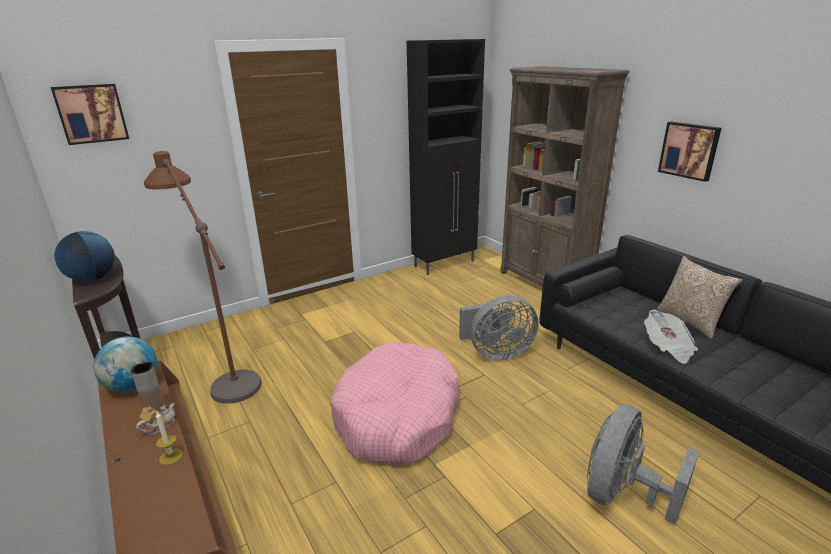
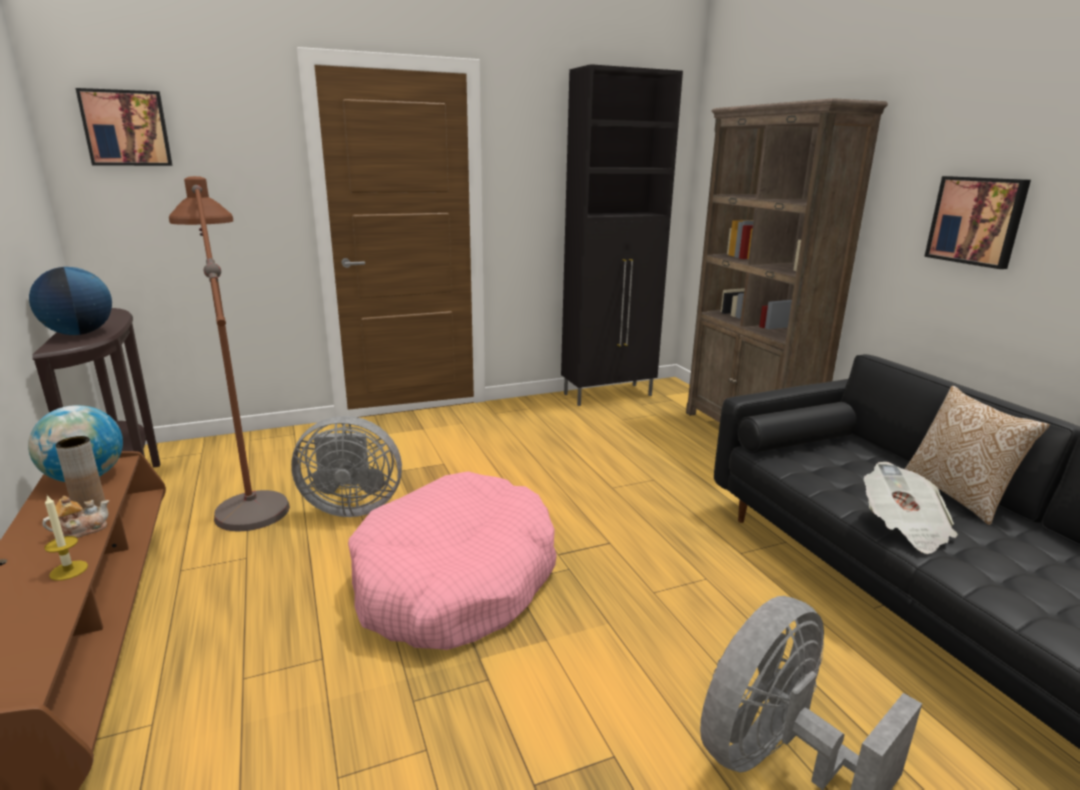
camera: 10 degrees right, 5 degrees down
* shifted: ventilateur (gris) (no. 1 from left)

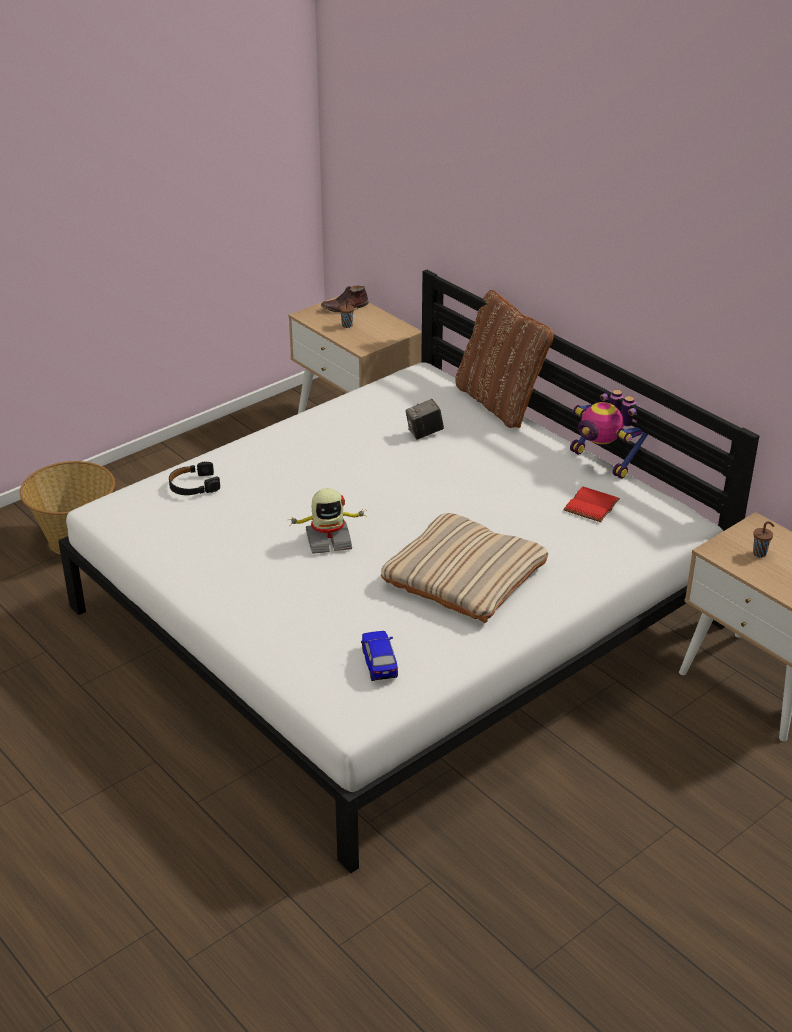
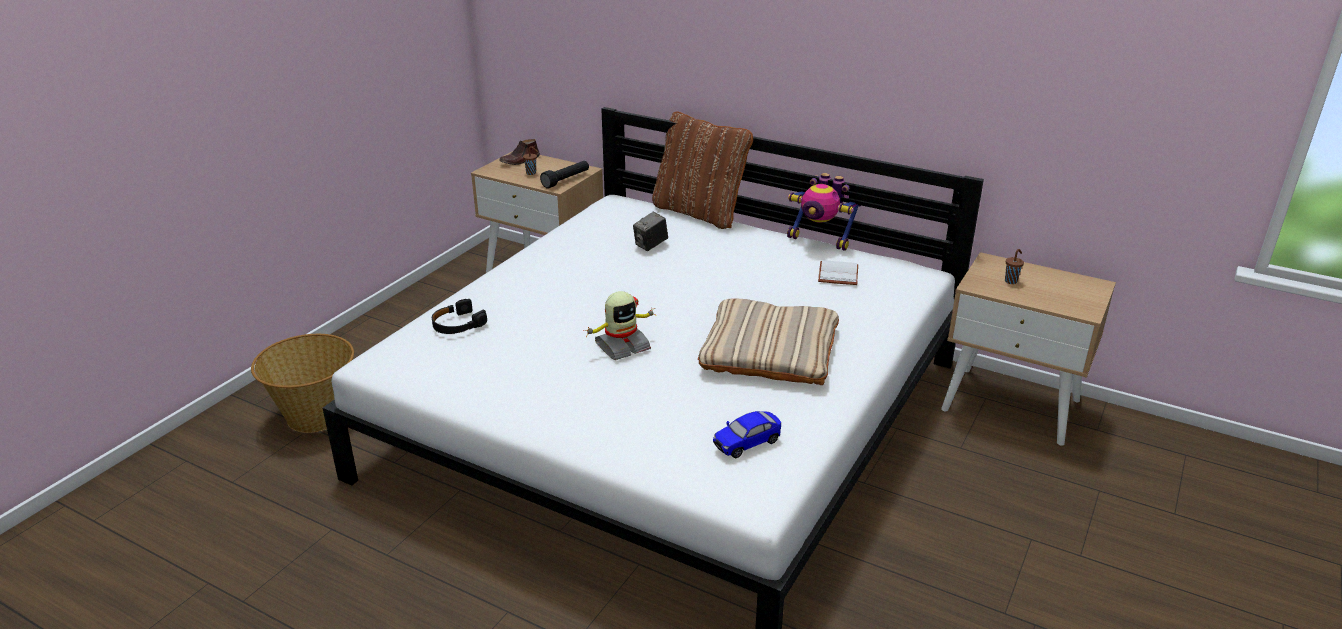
camera: 20 degrees left, 5 degrees down
* new: lampe de poche (noir)
* repainted: livre (rouge) to livre (blanc)
* rotated: petite voiture 90 degrees counterclockwise

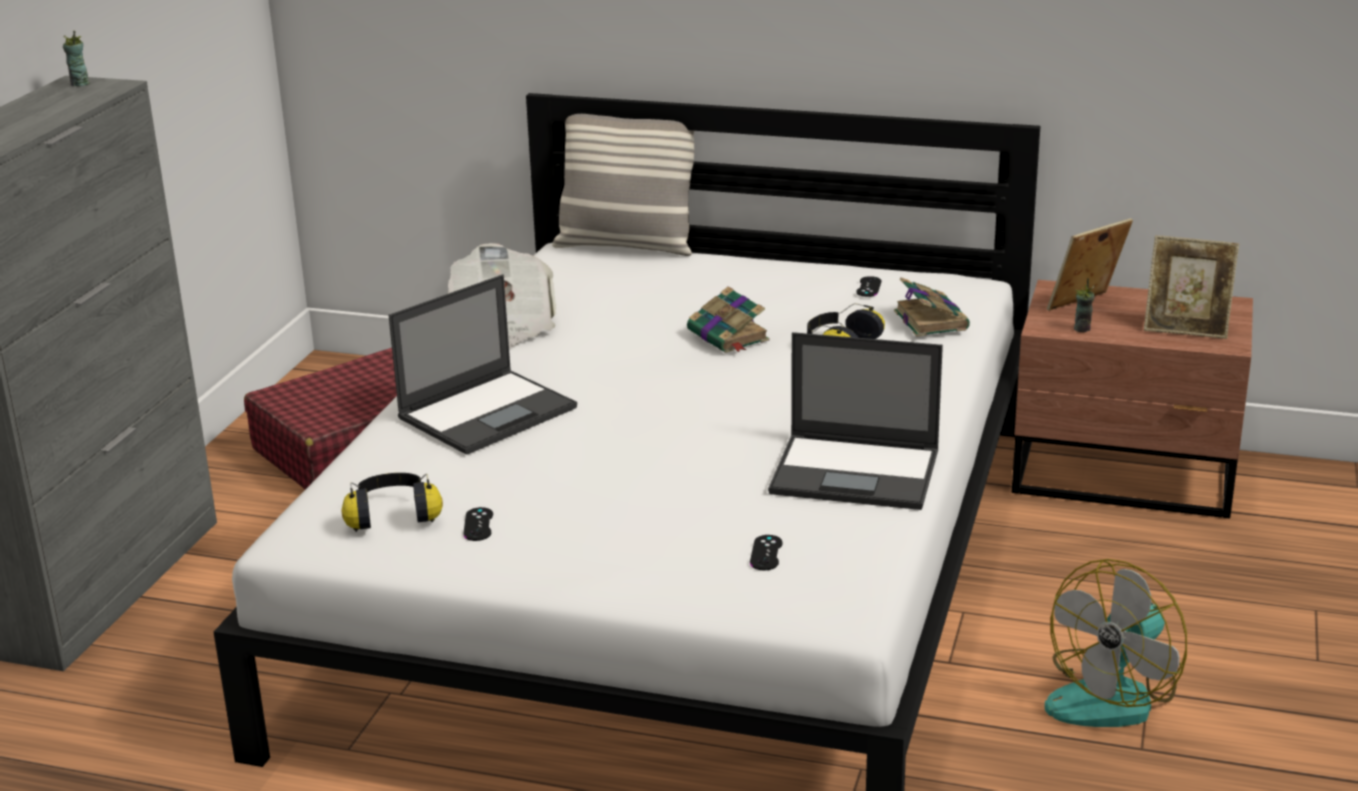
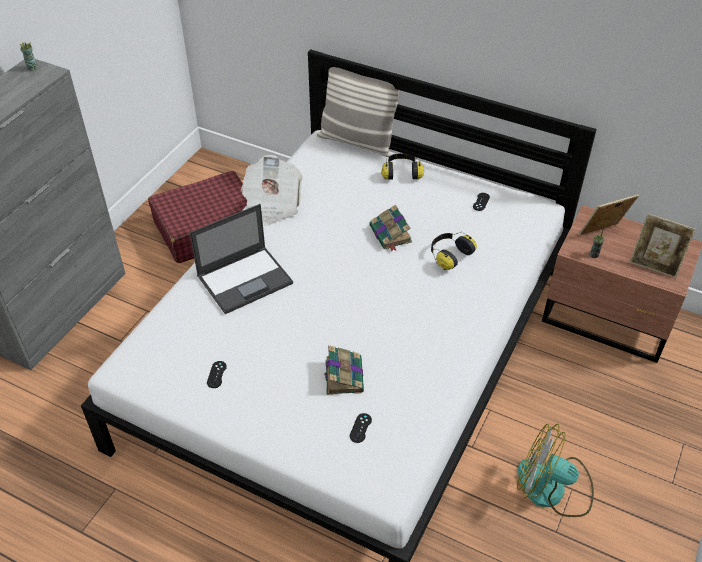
camera: 10 degrees right, 20 degrees up
* gone: ordinateur portable (no. 2 from left)
* shifted: casque audio (no. 1 from left)
* shifted: livre (no. 2 from left in the first image) to livre (no. 1 from left)
* rotated: ventilateur 60 degrees clockwise

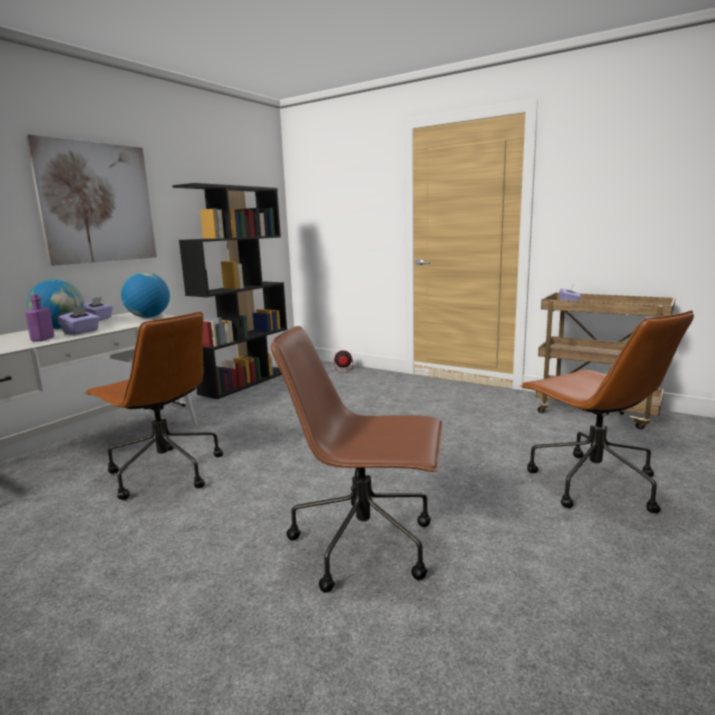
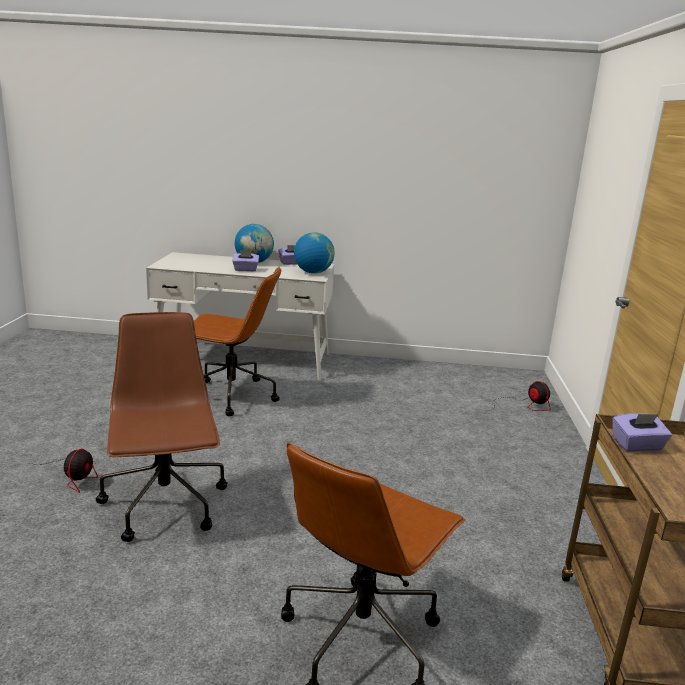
camera: 60 degrees right, 5 degrees up
* gone: tableau
* gone: bouteille (violet)
* gone: bibliothèque (noir)
* new: ventilateur (no. 1 from left)
* rotated: chaise de bureau (marron) (no. 1 from left in the first image) 90 degrees counterclockwise

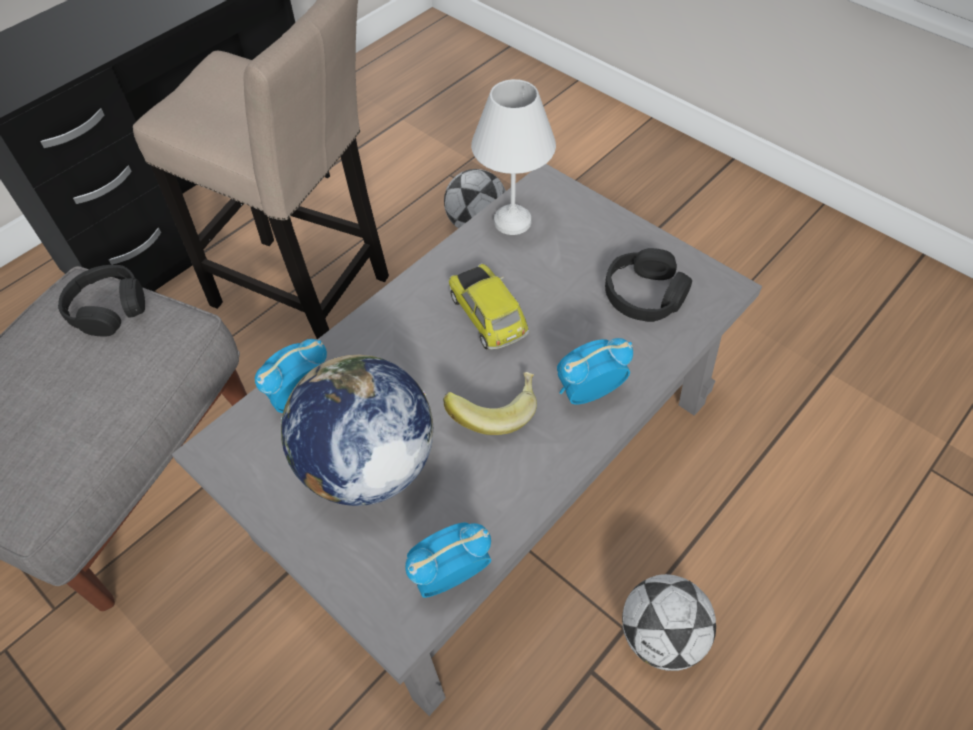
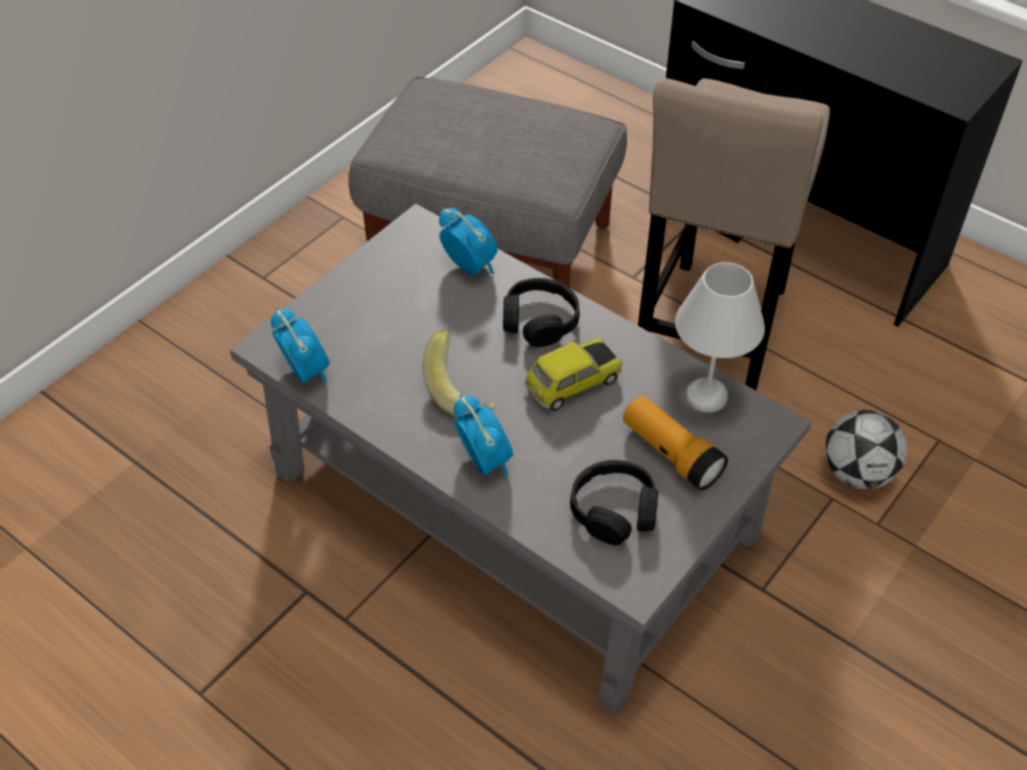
camera: 85 degrees right, 5 degrees down
* gone: globe
* gone: ballon de foot (no. 2 from left)
* new: lampe de poche
* shifted: casque audio (noir) (no. 1 from left)

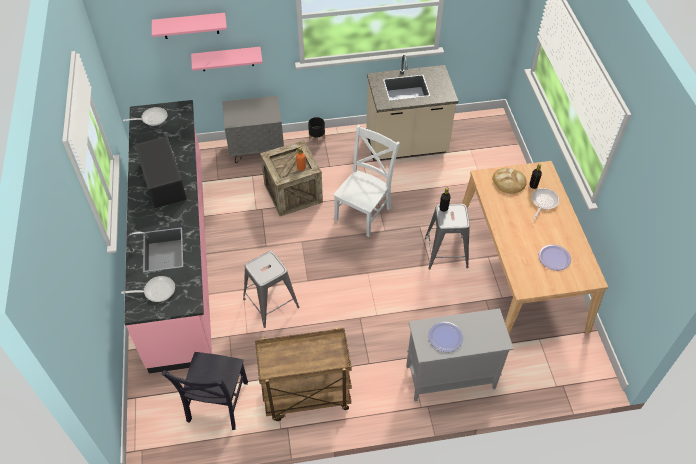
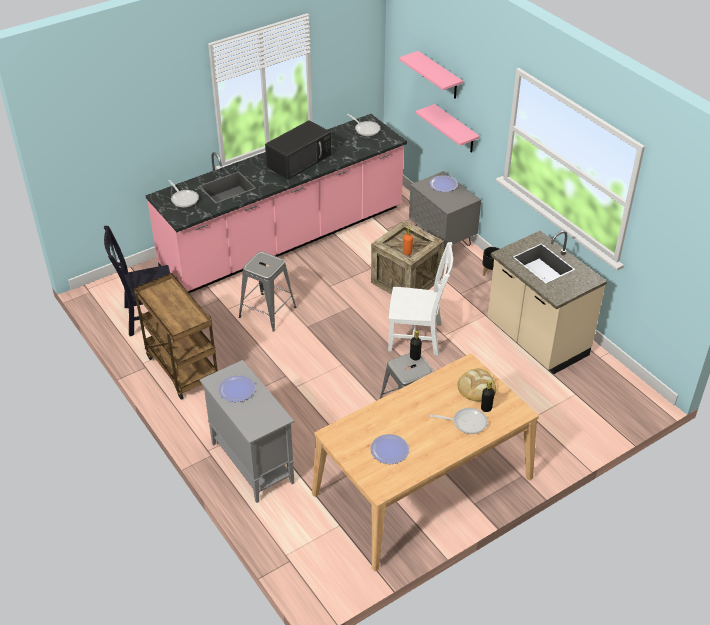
camera: 65 degrees right, 10 degrees down
* new: assiette (no. 3 from left)

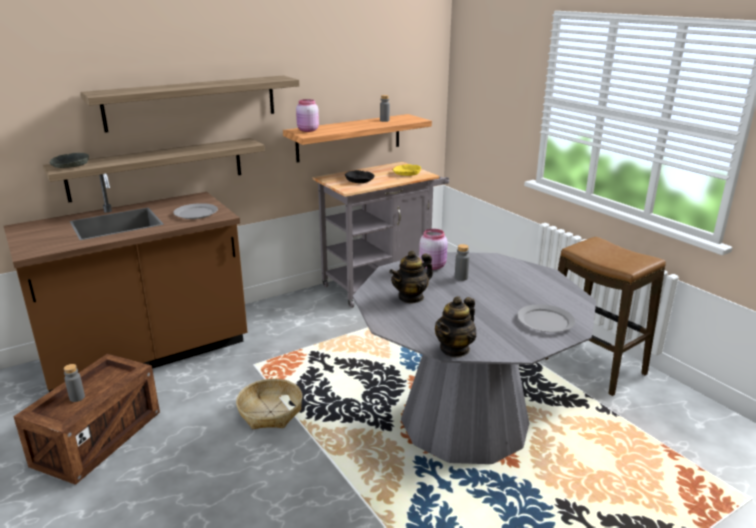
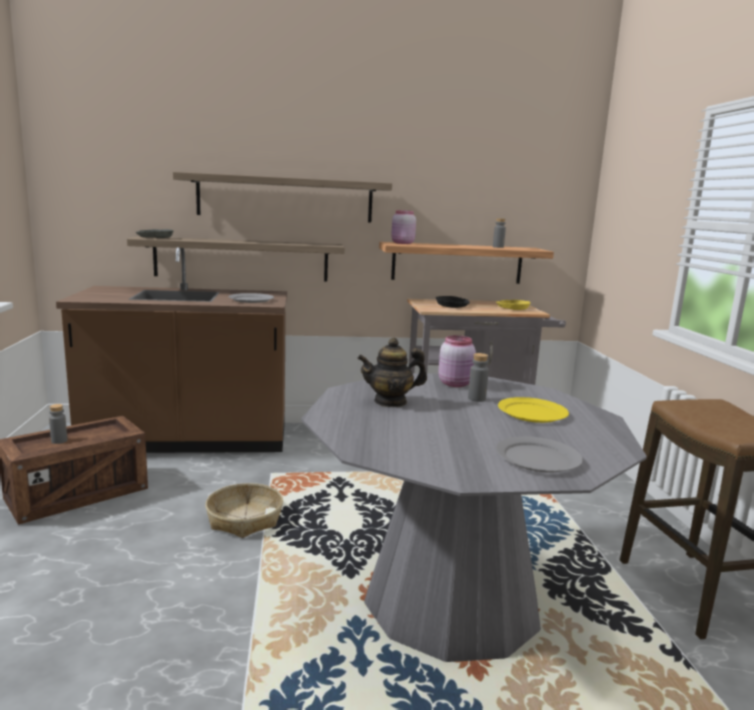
camera: 25 degrees right, 10 degrees down
* gone: théière (no. 2 from left)
* new: assiette (jaune)

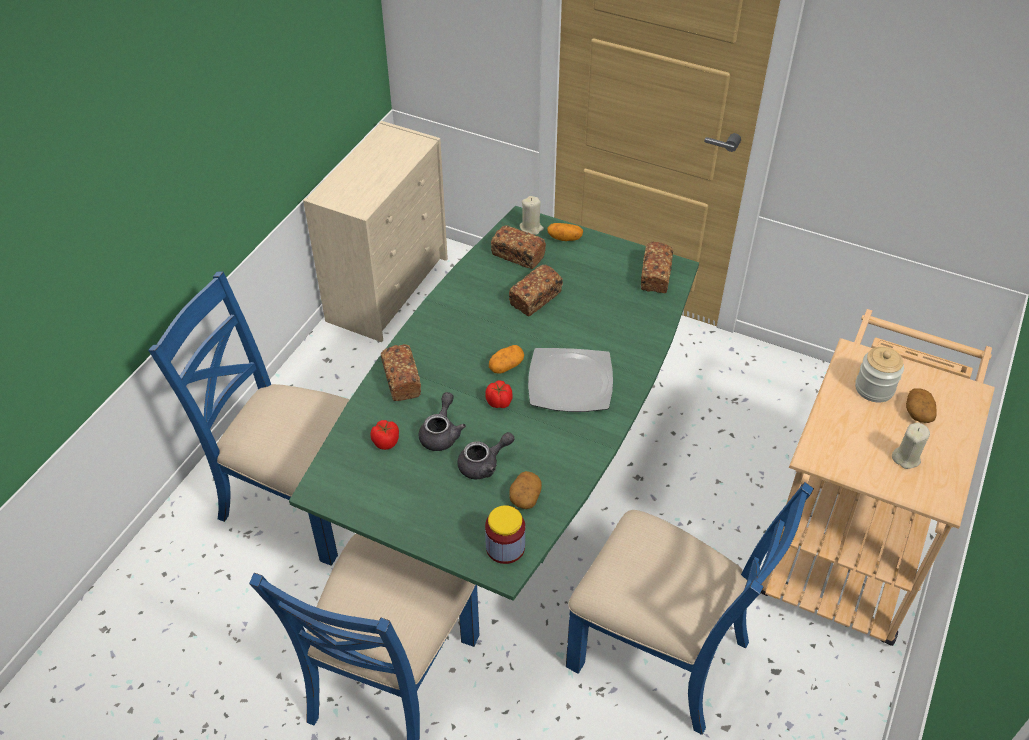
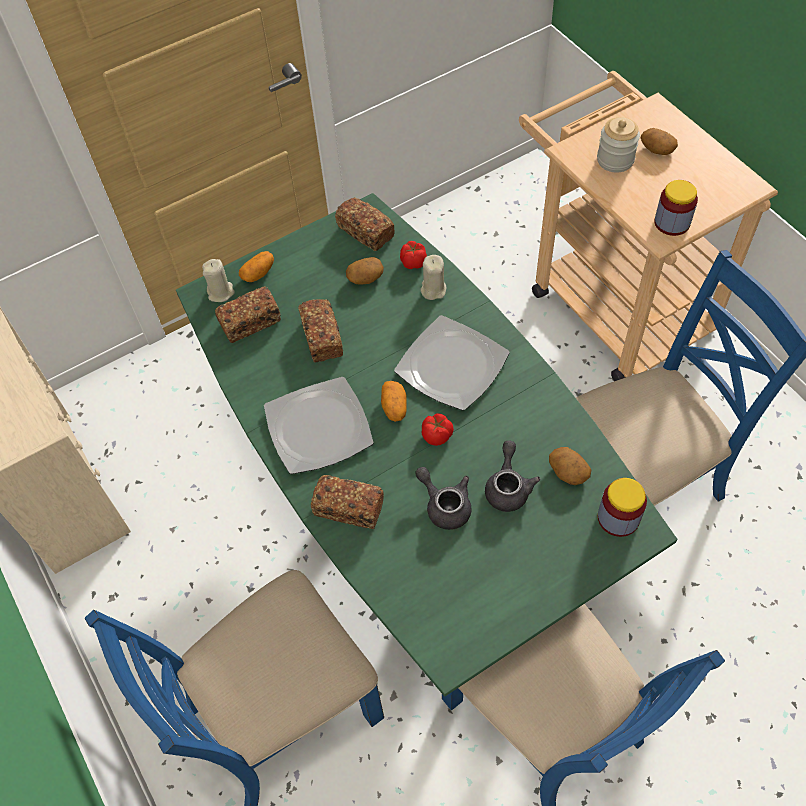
camera: 55 degrees left, 10 degrees up
* new: assiette (no. 1 from left)
* new: pomme de terre (no. 2 from left)
* new: bocal (no. 3 from left)
* shifted: tomate (no. 1 from left)
* shifted: bougie (beige) (no. 2 from left)

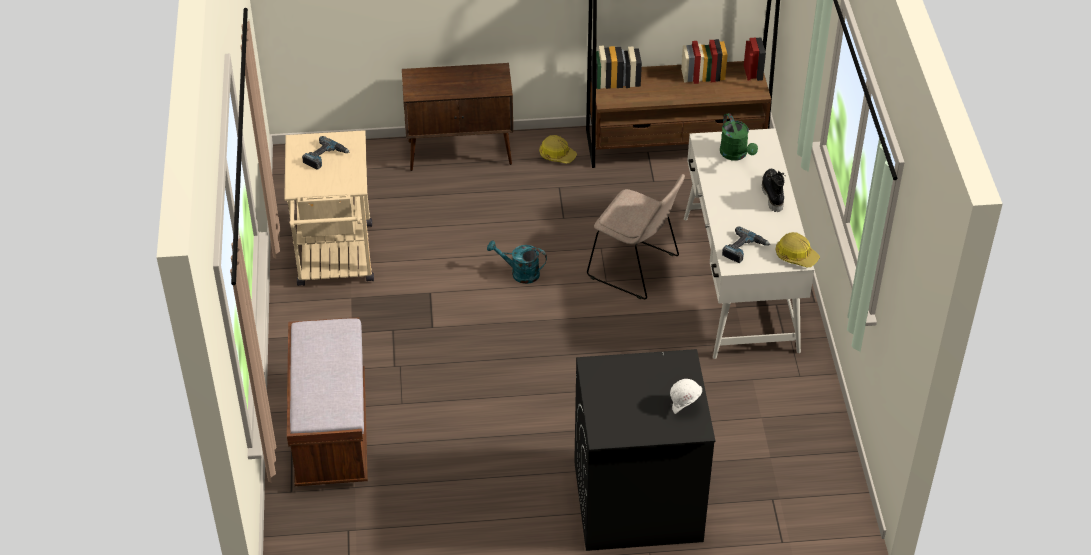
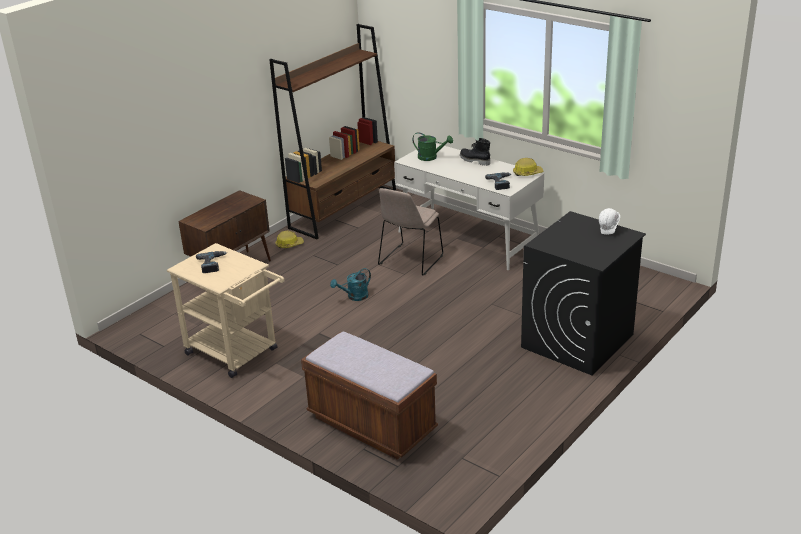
camera: 45 degrees left, 15 degrees down
* rotated: chaise (beige) 135 degrees clockwise

